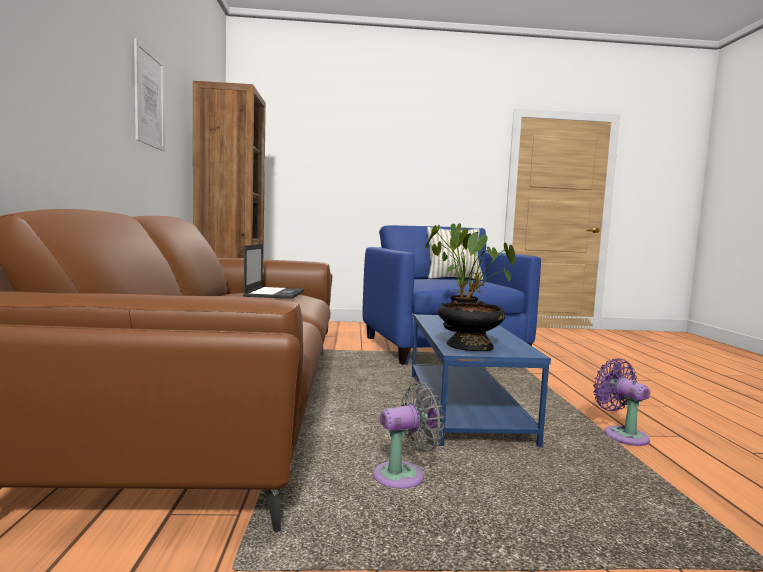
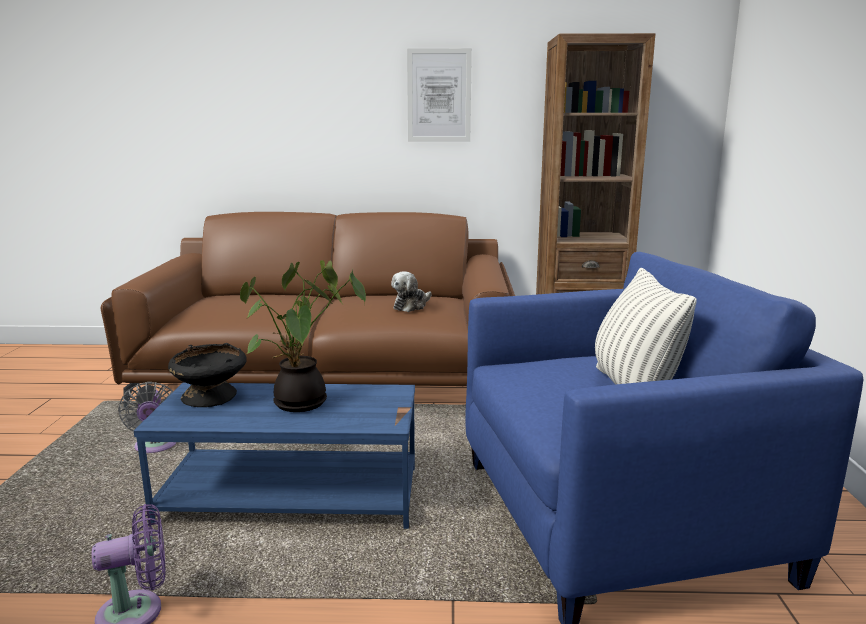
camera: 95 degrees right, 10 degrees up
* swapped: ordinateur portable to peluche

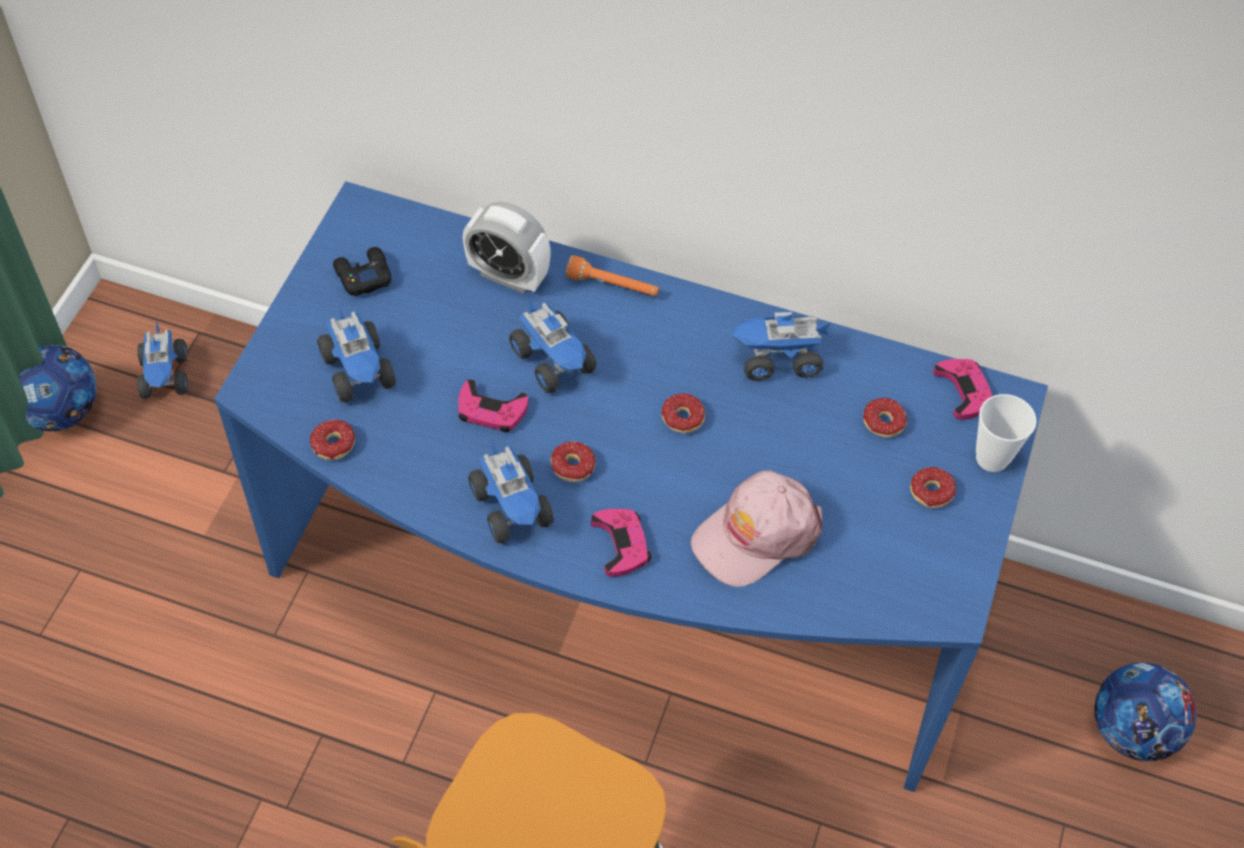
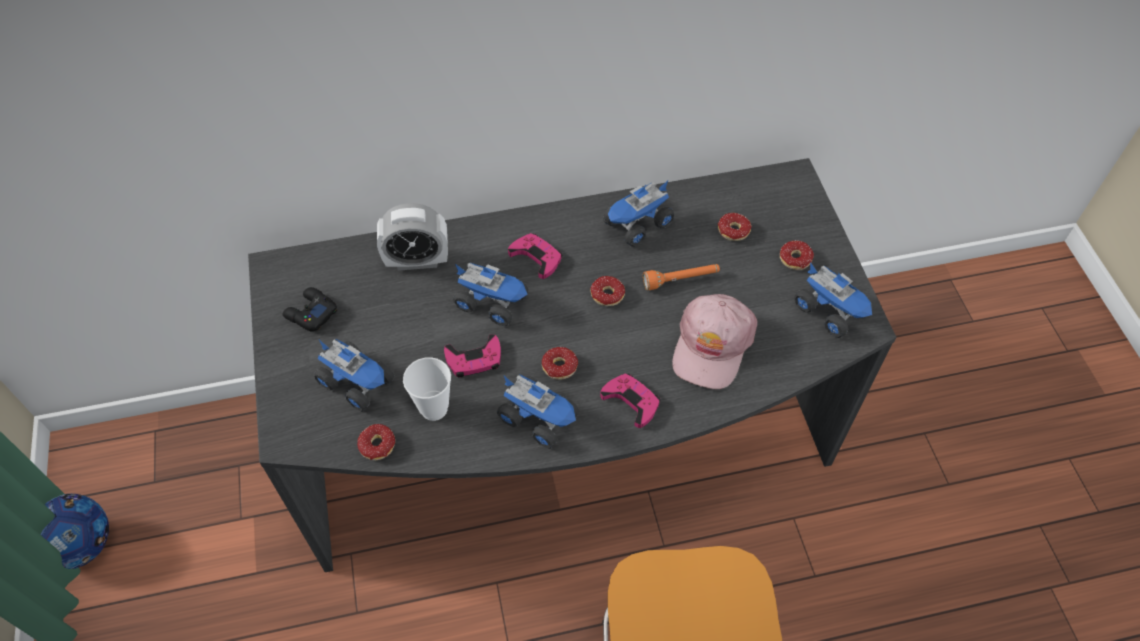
camera: 30 degrees left, 0 degrees up
* gone: ballon de foot (no. 2 from left)
* shifted: camion jouet (no. 1 from left in the first image) to camion jouet (no. 5 from left)
* shifted: lampe de poche (orange)
* shifted: manette (rose) (no. 3 from left in the first image) to manette (rose) (no. 2 from left)
* shifted: tasse
* repainted: bureau (bleu) to bureau (gris)

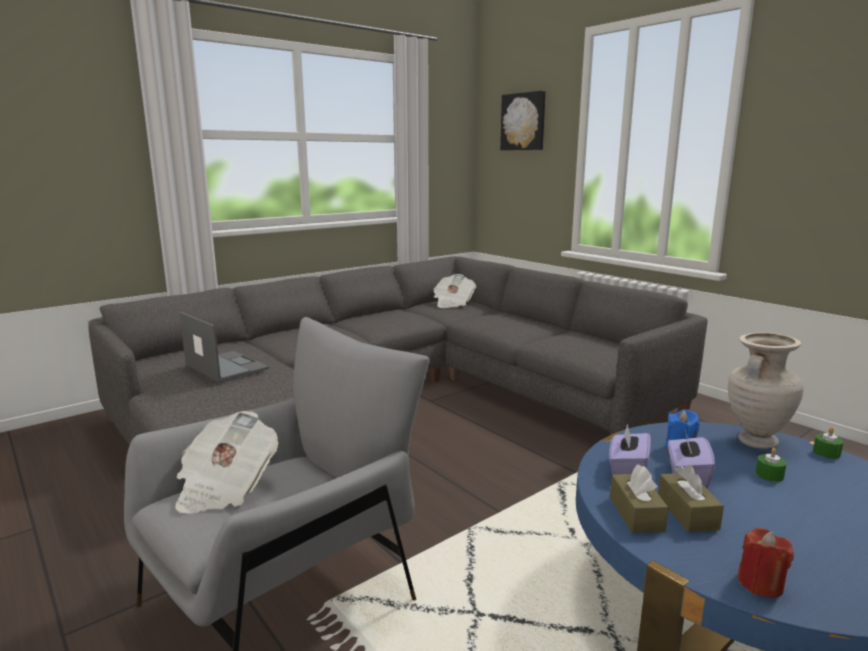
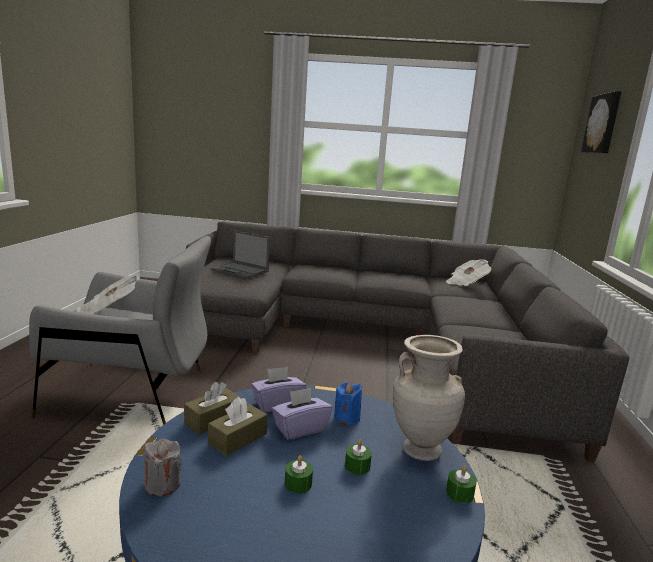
camera: 45 degrees right, 0 degrees up
* new: bougie (vert) (no. 1 from left)
* repainted: bougie (rouge) to bougie (gris)
* rotated: ordinateur portable 120 degrees clockwise

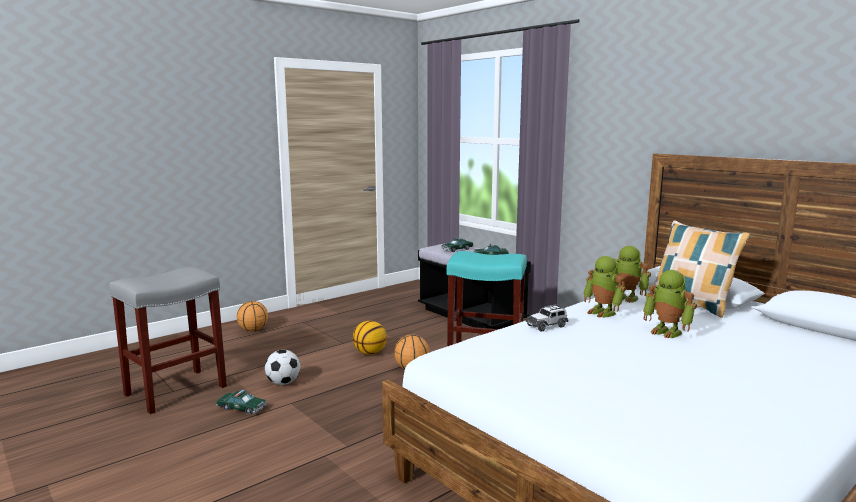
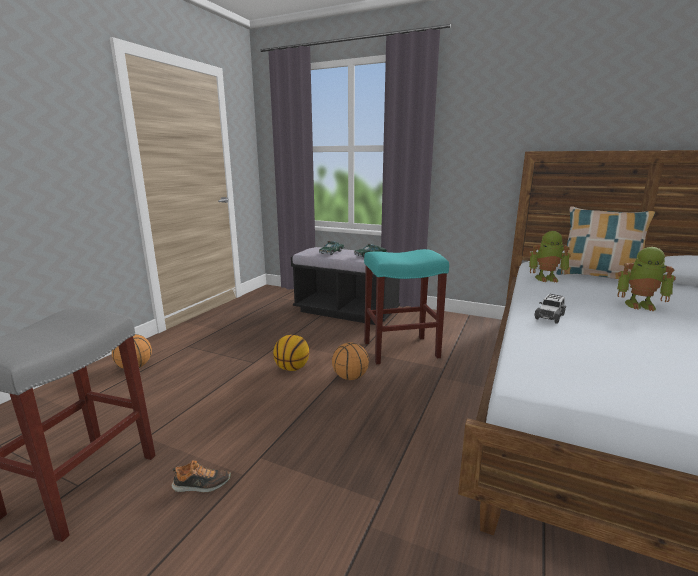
camera: 25 degrees left, 5 degrees up
* gone: ballon de foot
* gone: robot jouet (no. 1 from left)
* swapped: petite voiture (no. 1 from left) to chaussure

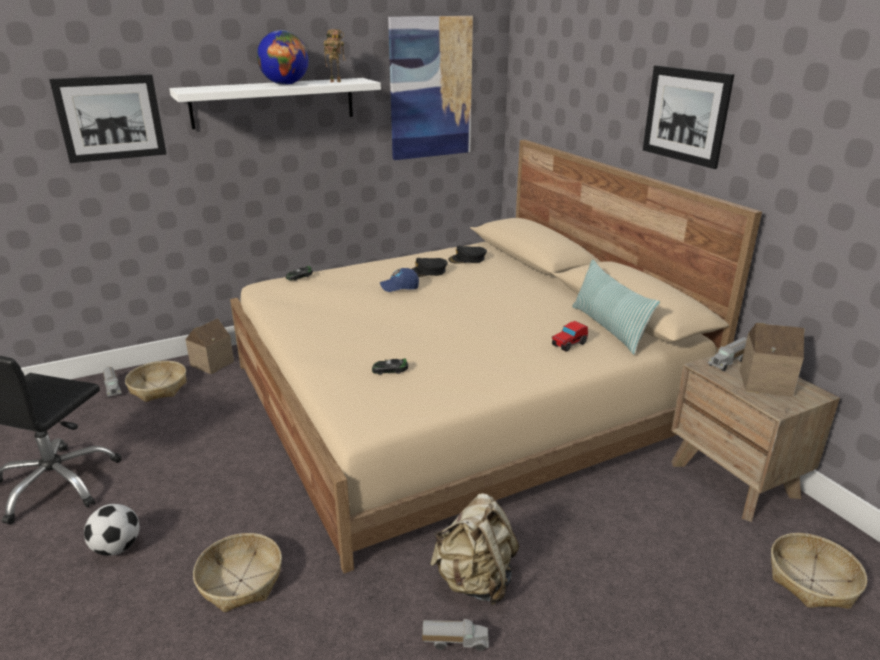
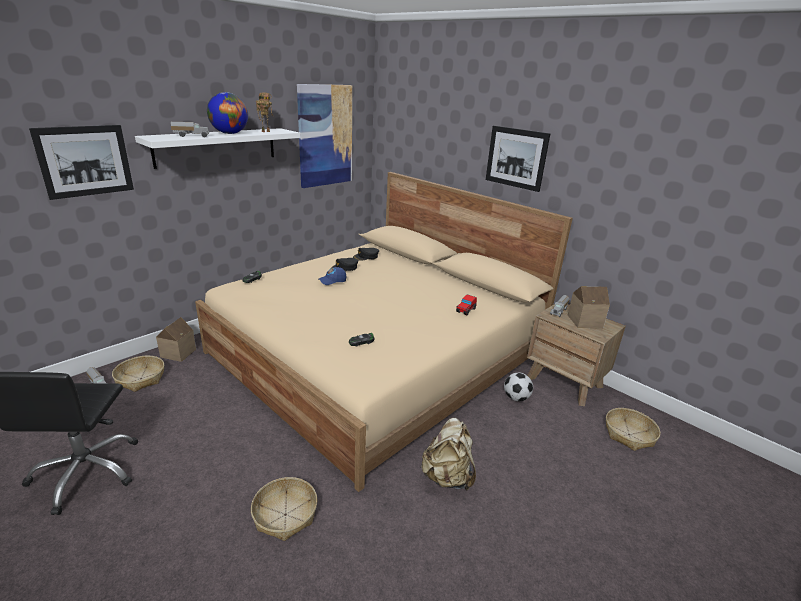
camera: 20 degrees left, 0 degrees up
* gone: coussin
* shifted: ballon de foot
* shifted: camion jouet (no. 2 from left)

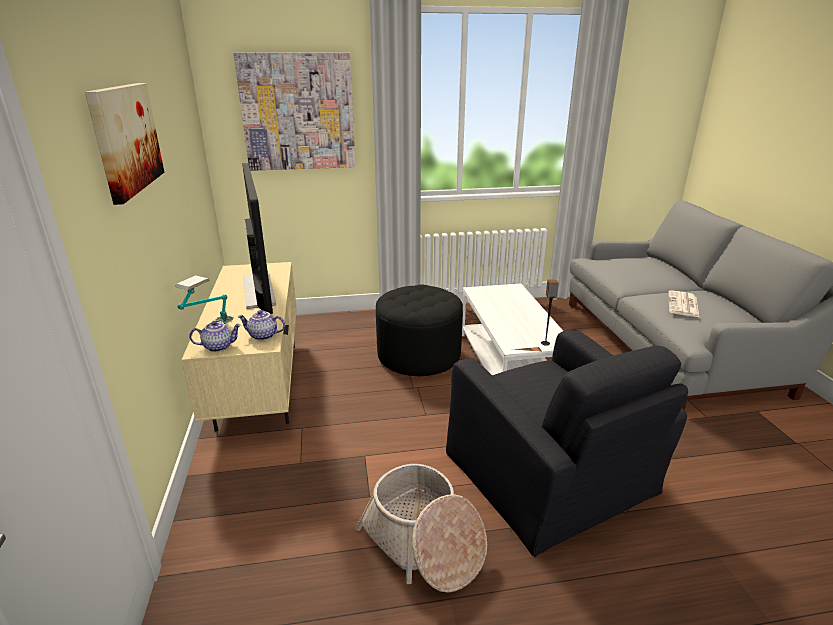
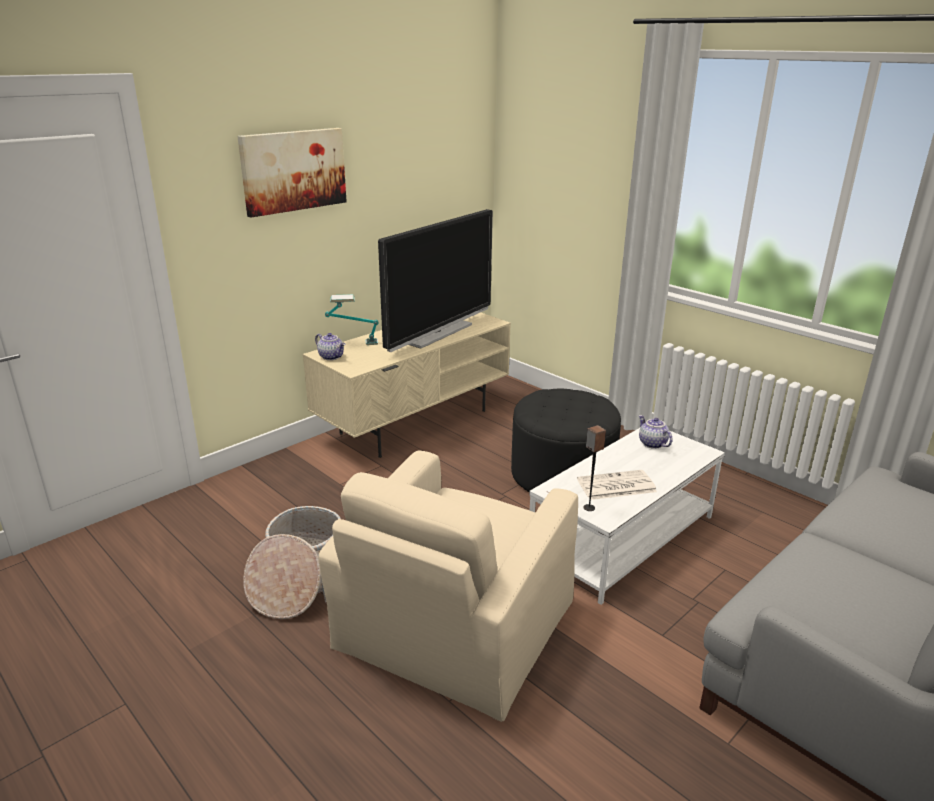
camera: 55 degrees right, 0 degrees up
* gone: tableau (no. 2 from left)
* shifted: théière (no. 2 from left)
* shifted: journal
* repainted: fauteuil (noir) to fauteuil (beige)

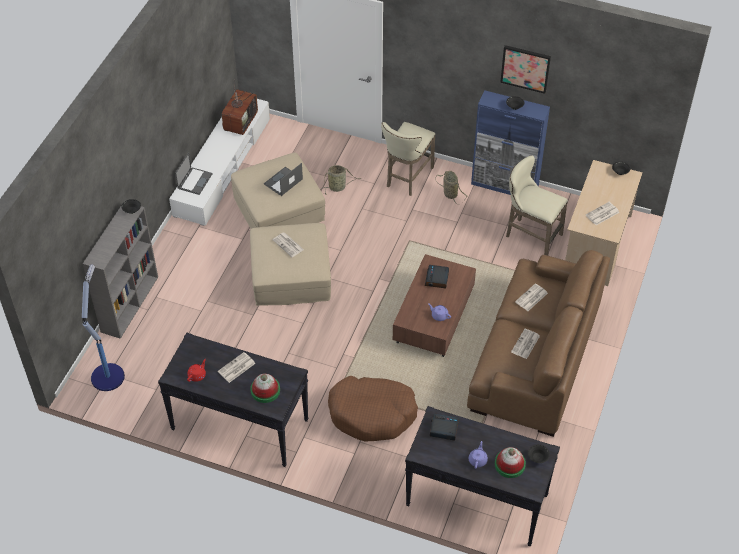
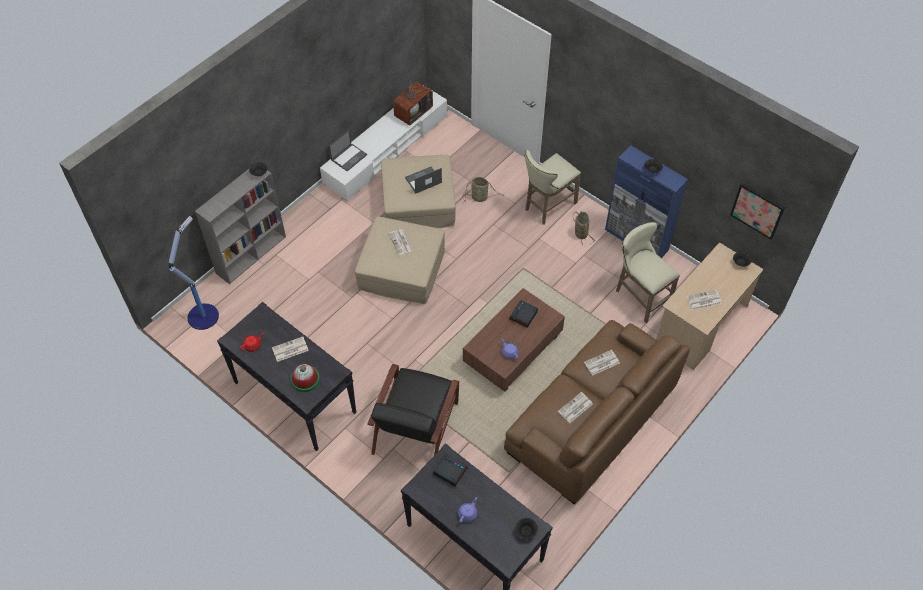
camera: 20 degrees right, 5 degrees up
* gone: chapeau (no. 2 from left)
* shifted: tableau
* swapped: panier pour chien (marron) to fauteuil (noir)

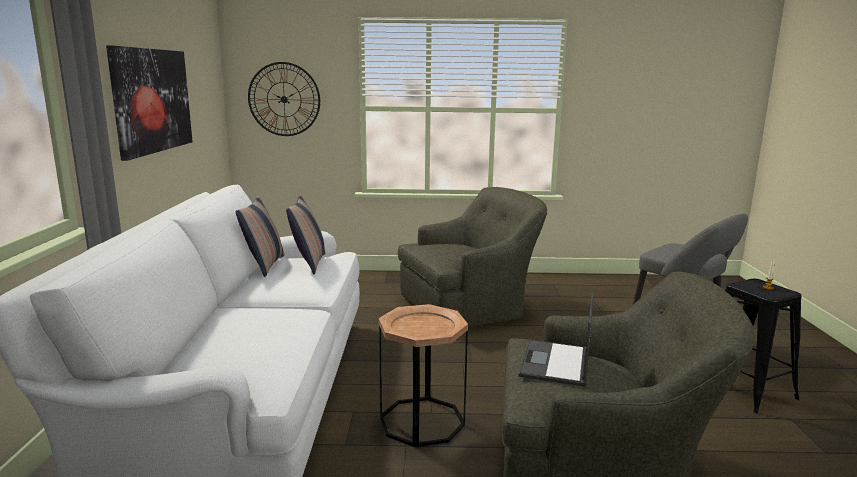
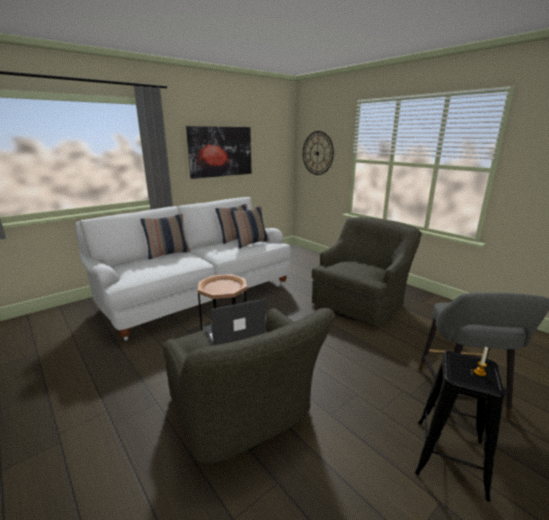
camera: 50 degrees right, 5 degrees up
* new: coussin (no. 1 from left)
* rotated: fauteuil (vert) (no. 1 from left in the first image) 75 degrees counterclockwise

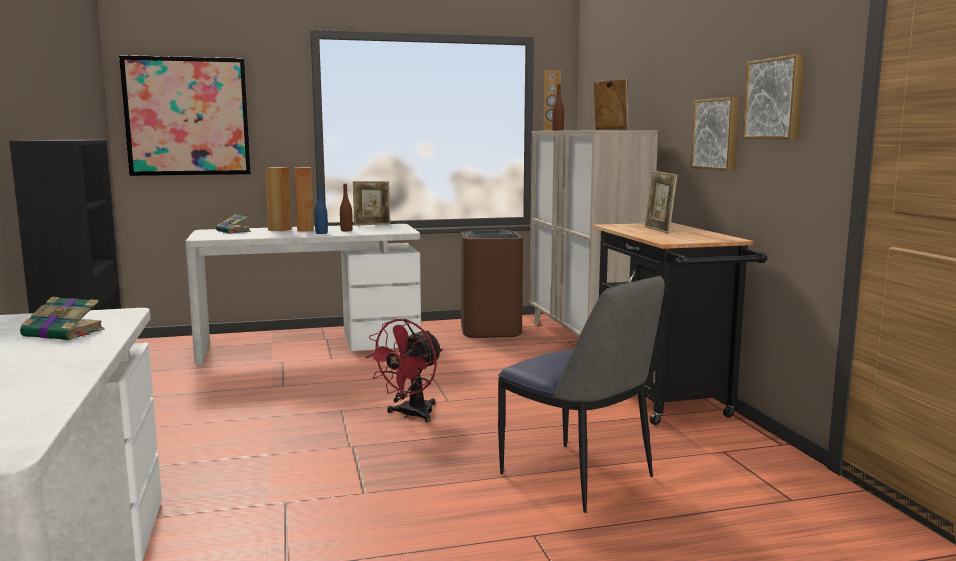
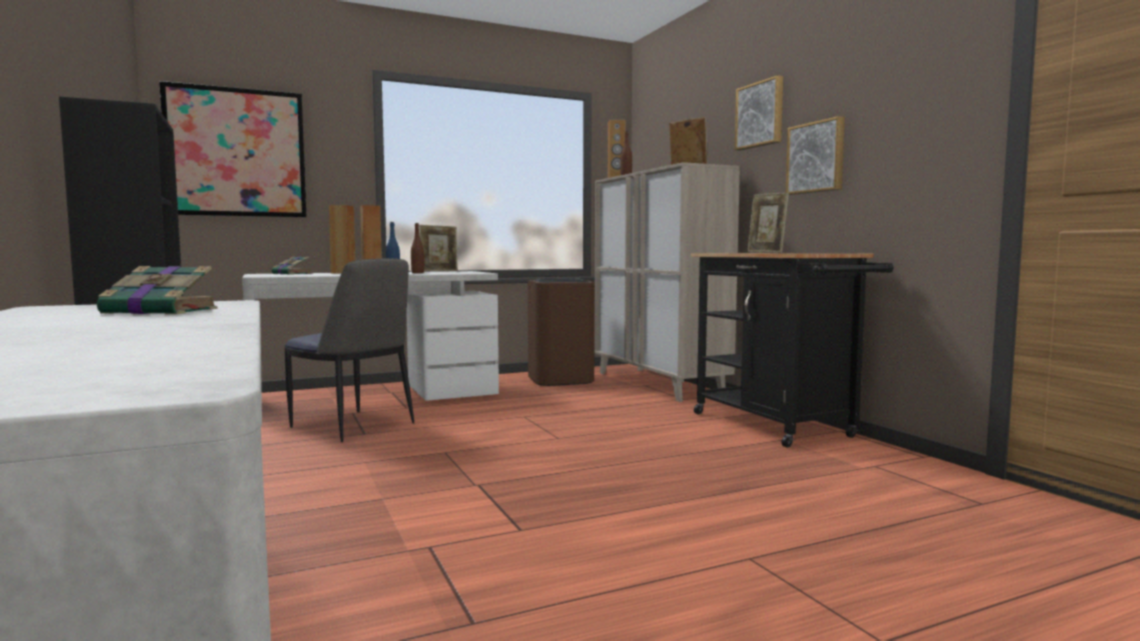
camera: 10 degrees left, 5 degrees down
* gone: ventilateur (rouge)
* shifted: chaise
* shifted: tableau (no. 3 from left in the first image) to tableau (no. 2 from left)

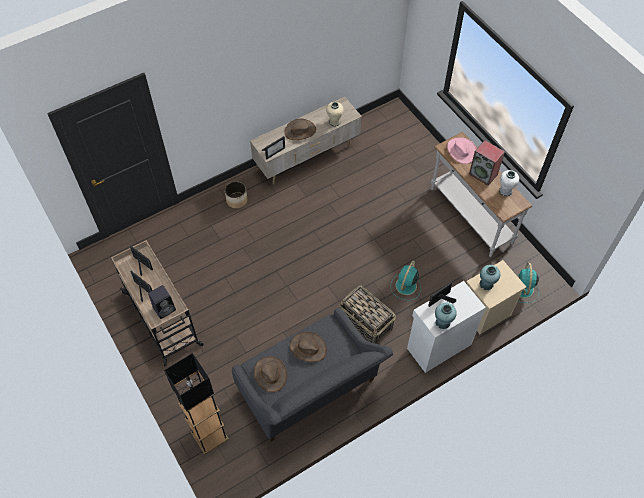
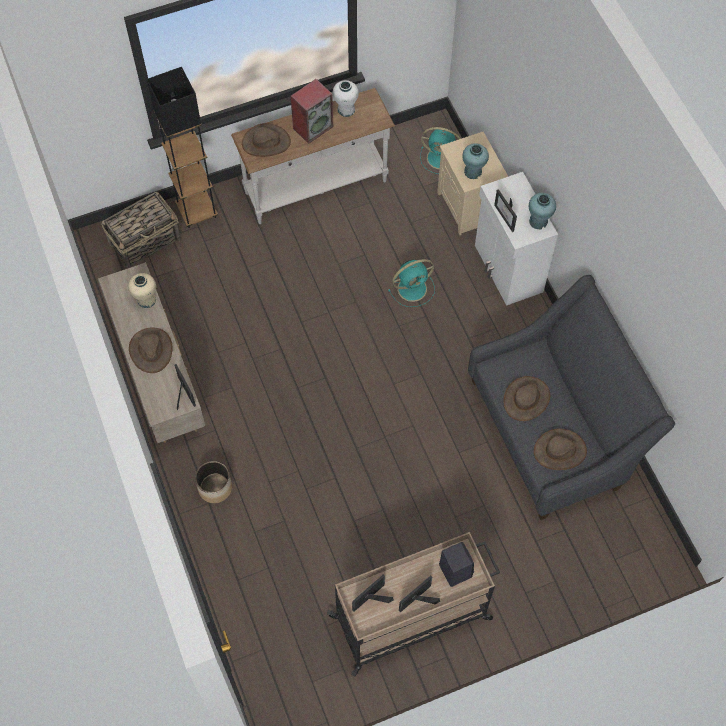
camera: 80 degrees left, 5 degrees up
* shifted: lampadaire (noir)
* shifted: panier
* repainted: chapeau (rose) to chapeau (marron) (no. 2 from left)
* rotated: ventilateur (turquoise) (no. 1 from left) 60 degrees counterclockwise

